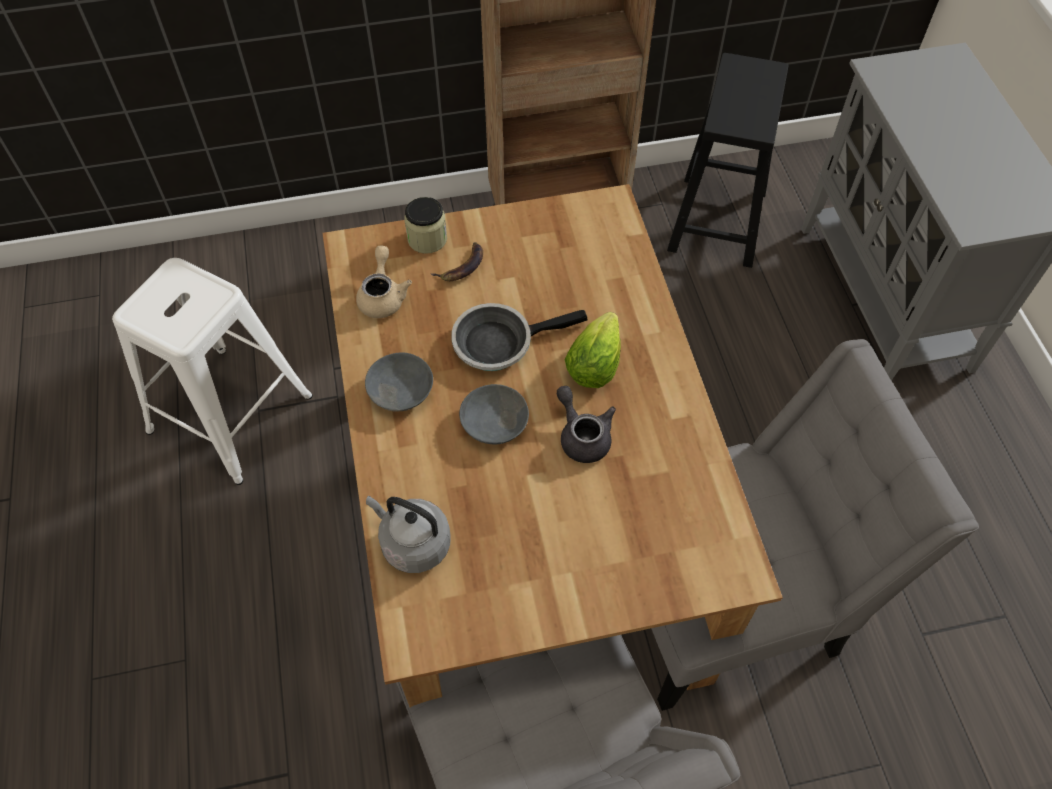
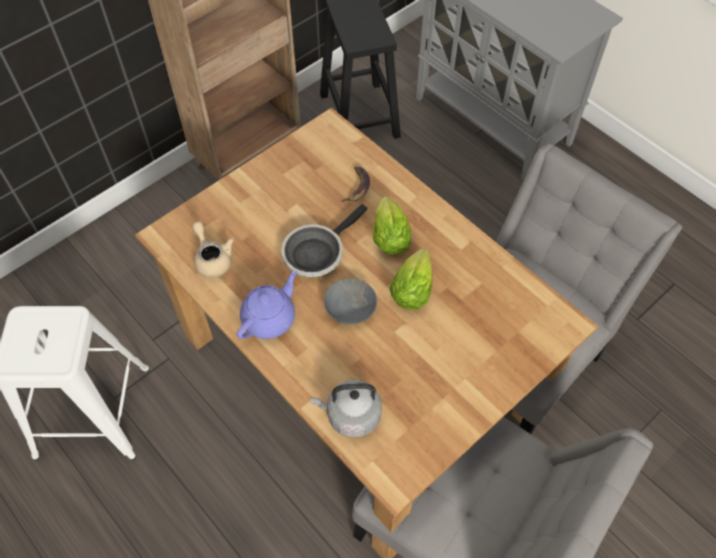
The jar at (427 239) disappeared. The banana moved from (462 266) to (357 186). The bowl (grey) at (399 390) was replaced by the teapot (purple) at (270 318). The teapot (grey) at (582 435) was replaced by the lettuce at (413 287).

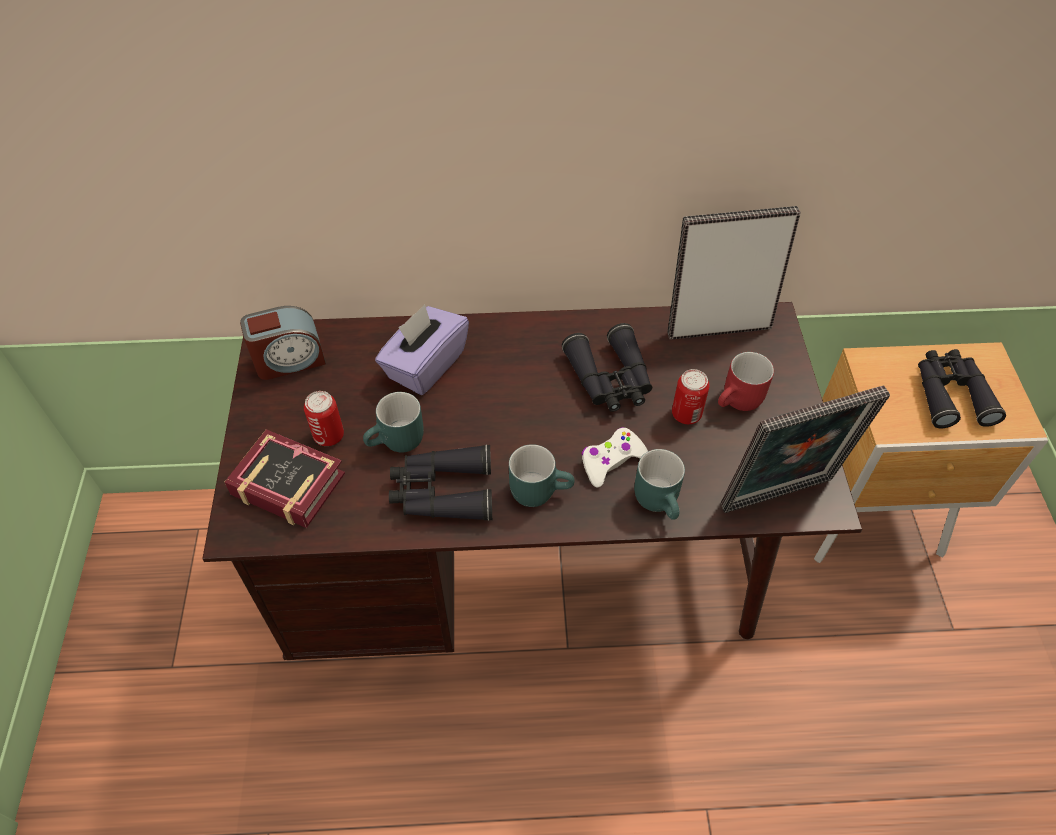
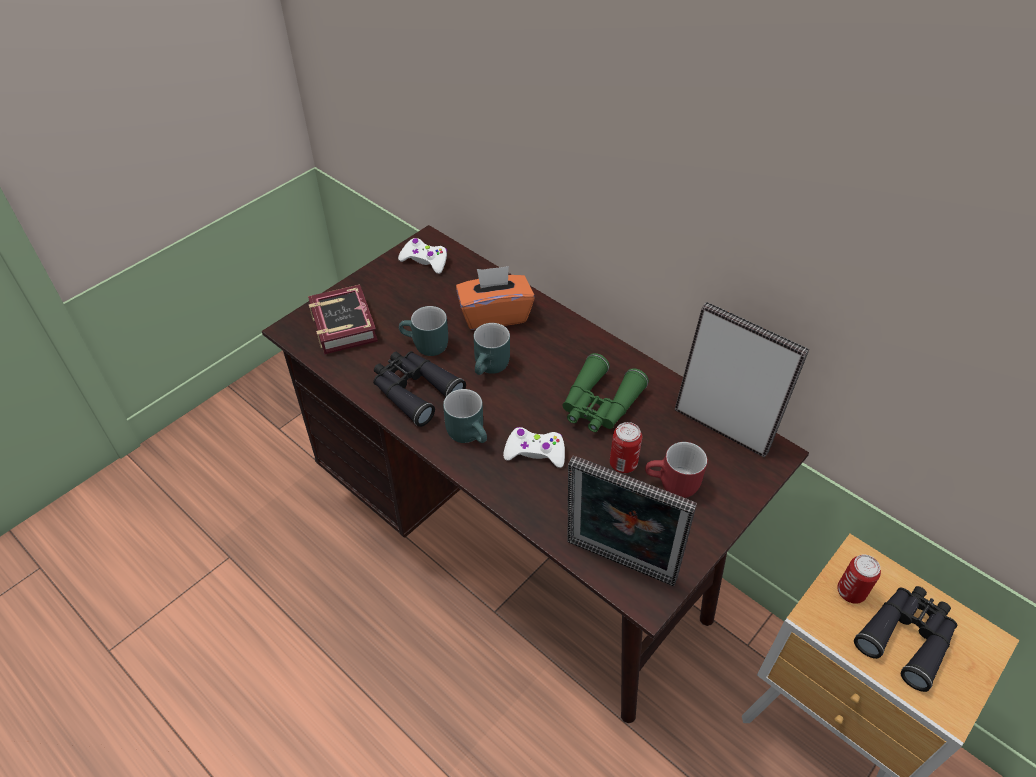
The can moved from (329 436) to (850 592). The mug (turquoise) moved from (661 500) to (492 367). The alarm clock at (289 360) was replaced by the game controller (white) at (425 260). The tissue box (purple) at (425 365) became the tissue box (orange) at (495 315). The binoculars (black) at (610 379) became the binoculars (green) at (599 404).

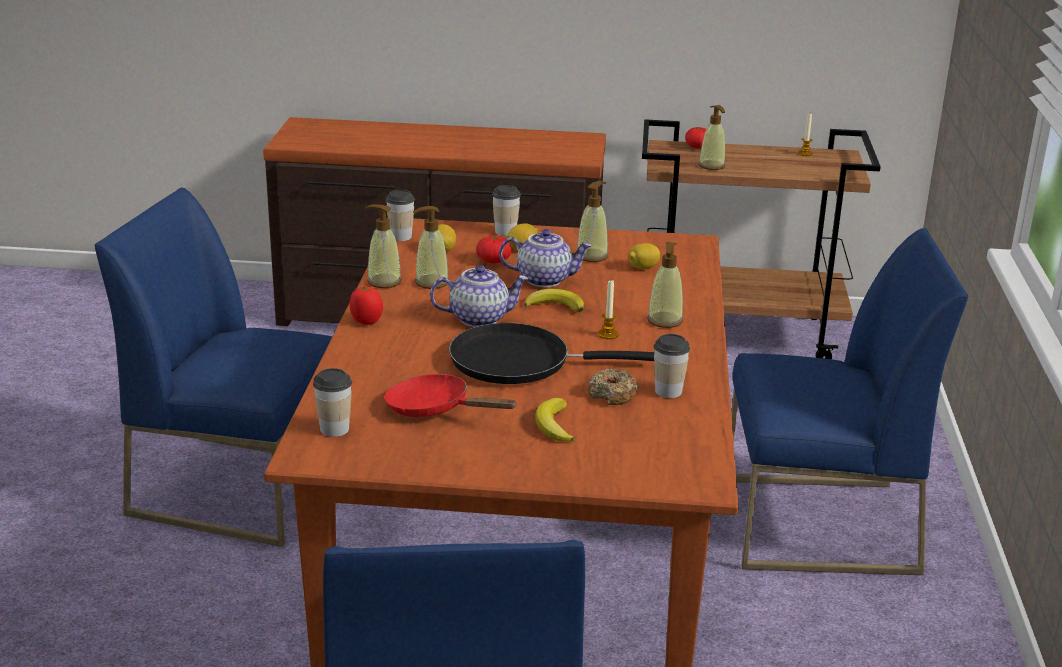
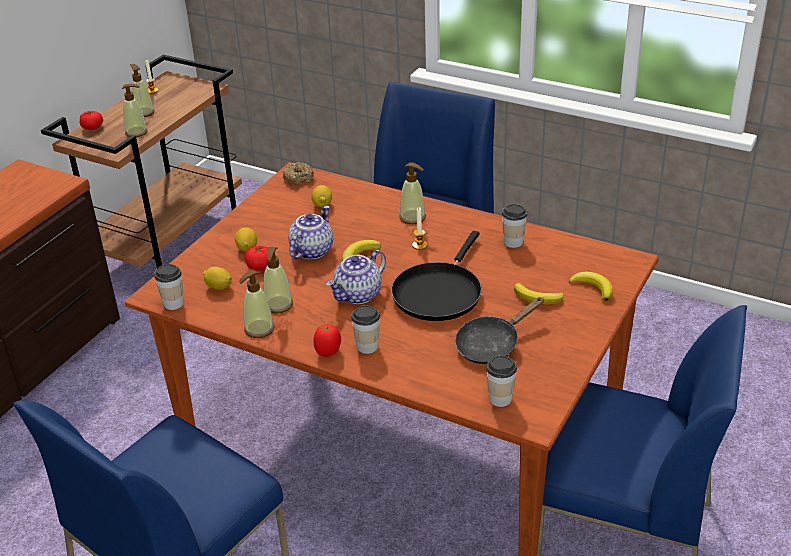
The banana at (593 288) appeared. The cup moved from (505 231) to (367 346). The soap dispenser moved from (592 256) to (143 113). The donut moved from (612 394) to (298 178). The frying pan (red) at (435 409) became the frying pan (black) at (492 345). The teapot at (479 318) turned 150 degrees counterclockwise.

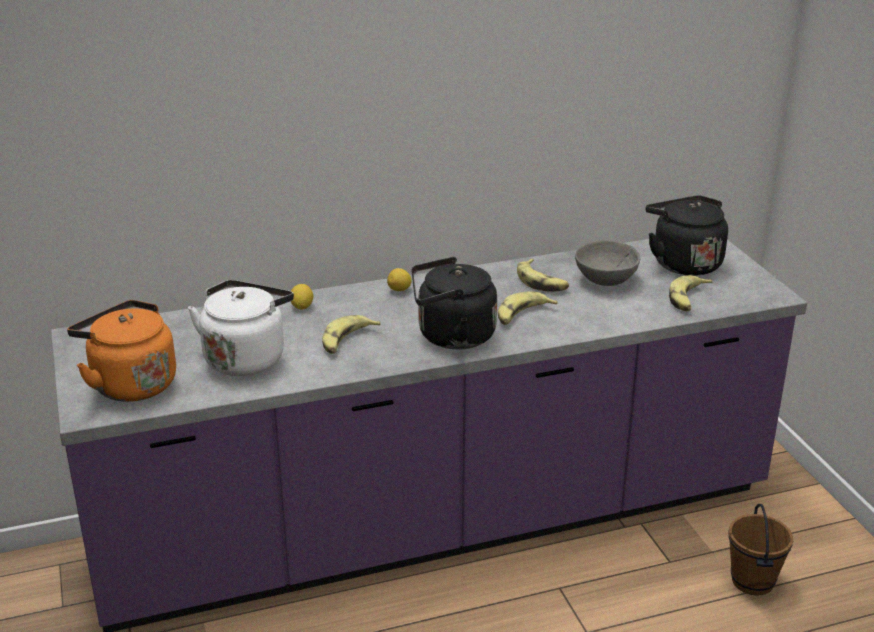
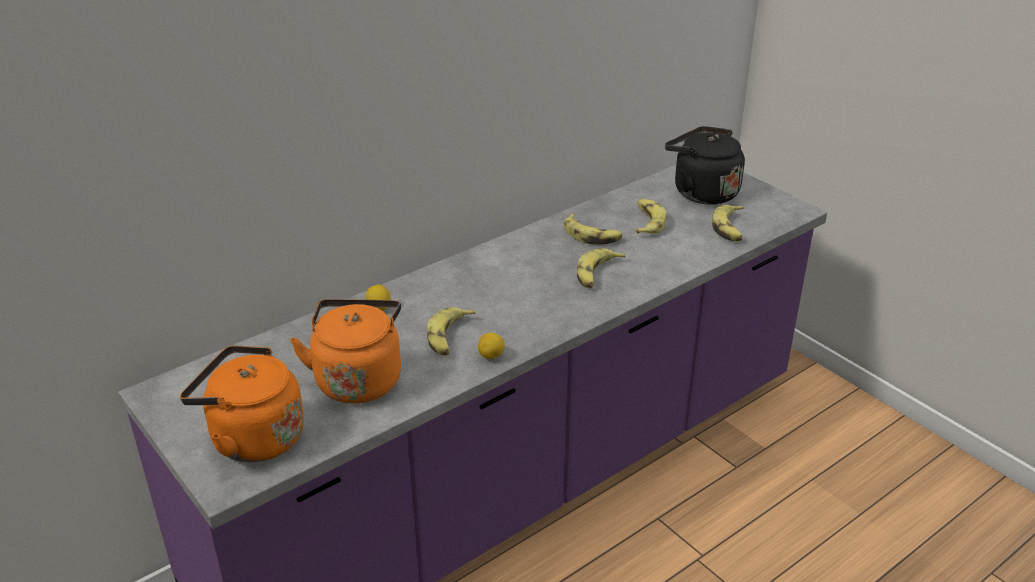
The kettle (black) at (451 336) disappeared. The bucket (brown) at (753 581) disappeared. The lemon moved from (399 290) to (491 356). The bowl (grey) at (606 280) was replaced by the banana at (647 222). The kettle (white) at (246 358) became the kettle (orange) at (358 378).

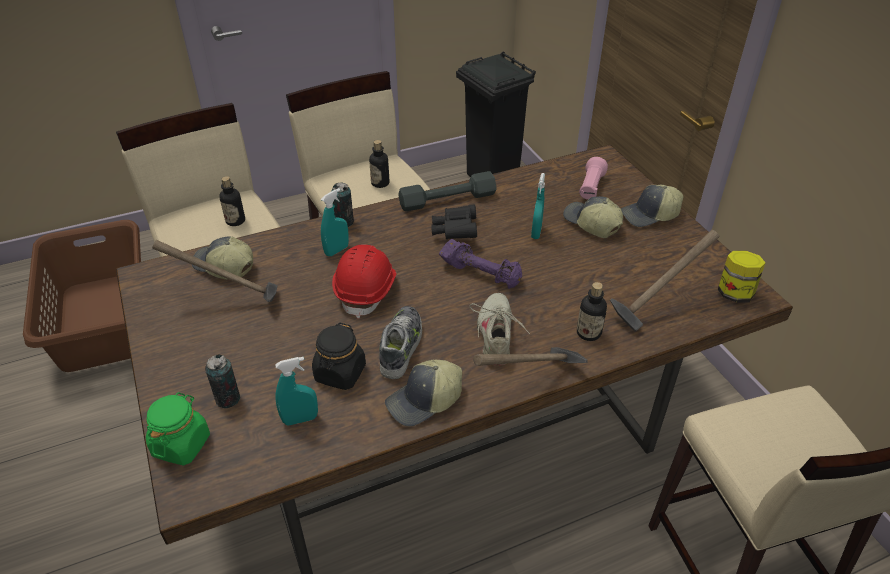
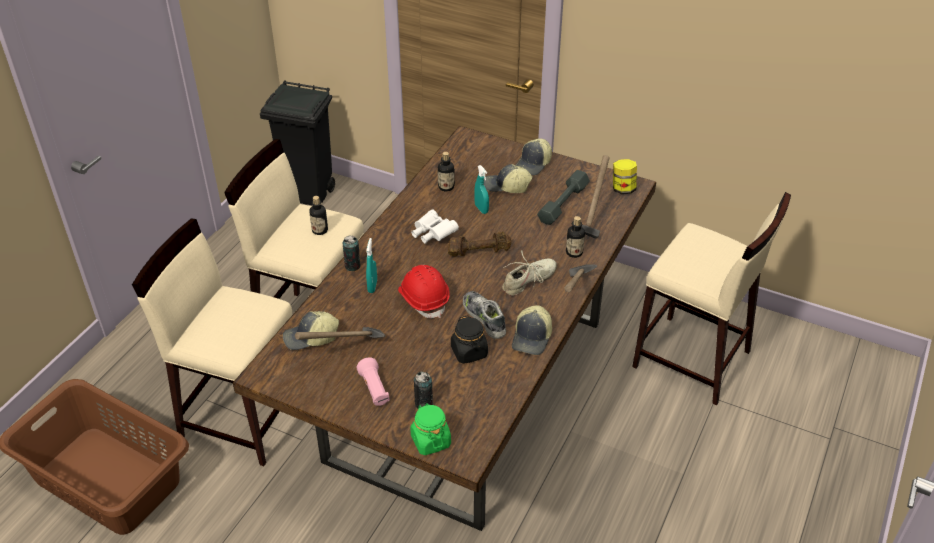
The spray bottle (turquoise) at (300 419) disappeared. The bottle moved from (235 221) to (446 187). The dumbbell (grey) moved from (447 200) to (563 203). The flashlight (pink) moved from (590 188) to (374 389). The binoculars (black) at (455 232) became the binoculars (white) at (432 234). The dumbbell (purple) at (481 273) became the dumbbell (brown) at (479 251). The shoe (beige) at (497 335) turned 90 degrees clockwise.

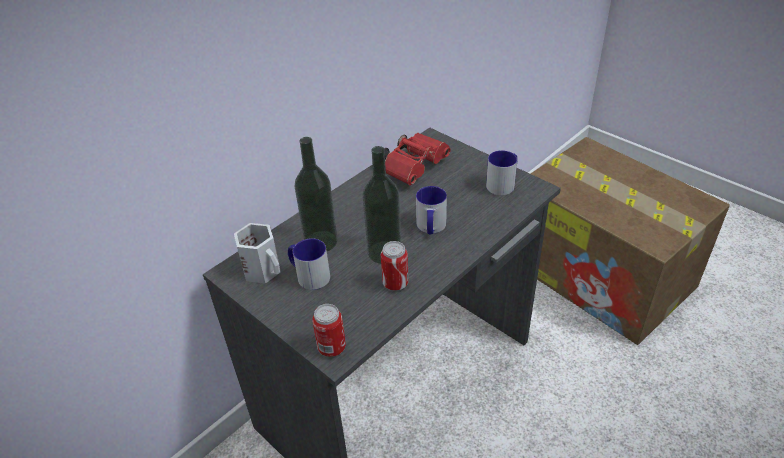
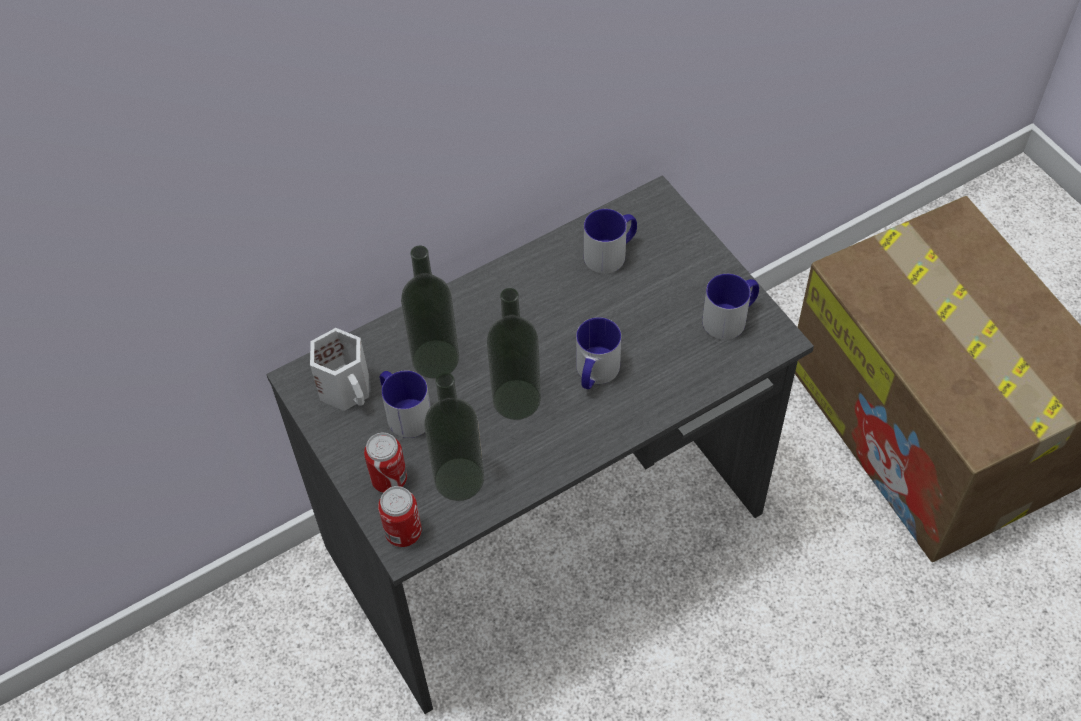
The bottle at (459 479) appeared. The can moved from (395 283) to (389 479). The binoculars (red) at (415 167) was replaced by the mug at (611 253).

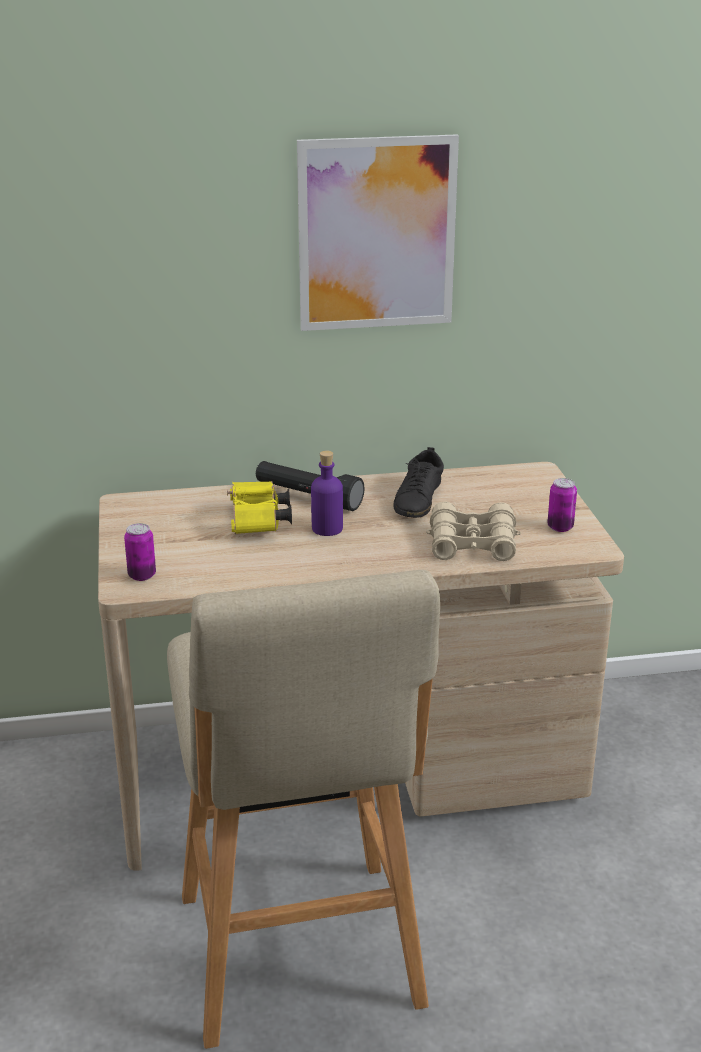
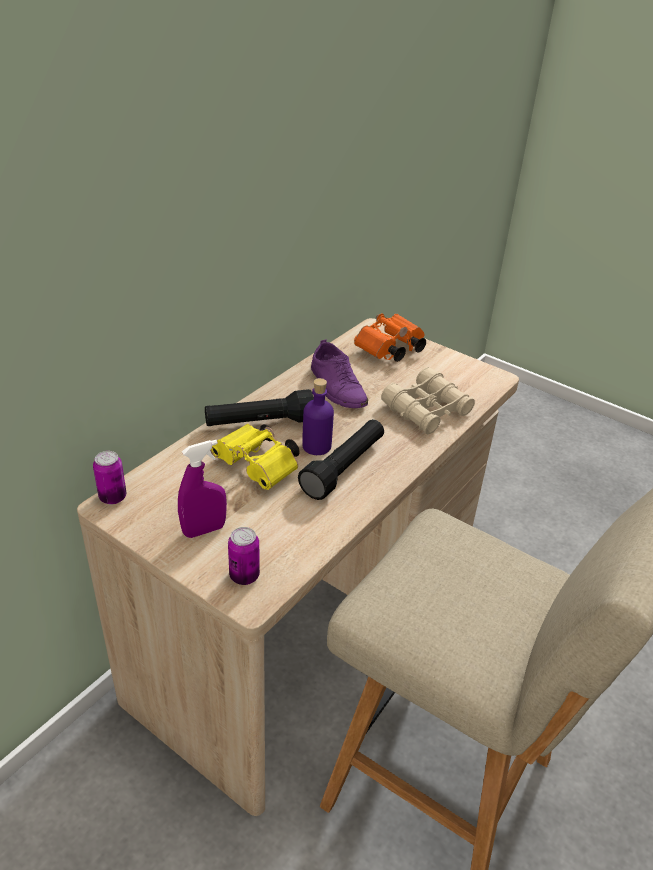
The picture at (377 234) disappeared. The spray bottle (purple) at (204 530) appeared. The flashlight (black) at (344 468) appeared. The binoculars (orange) at (389 350) appeared. The can moved from (560 527) to (113 497). The shoe (black) at (418 499) became the shoe (purple) at (337 387).

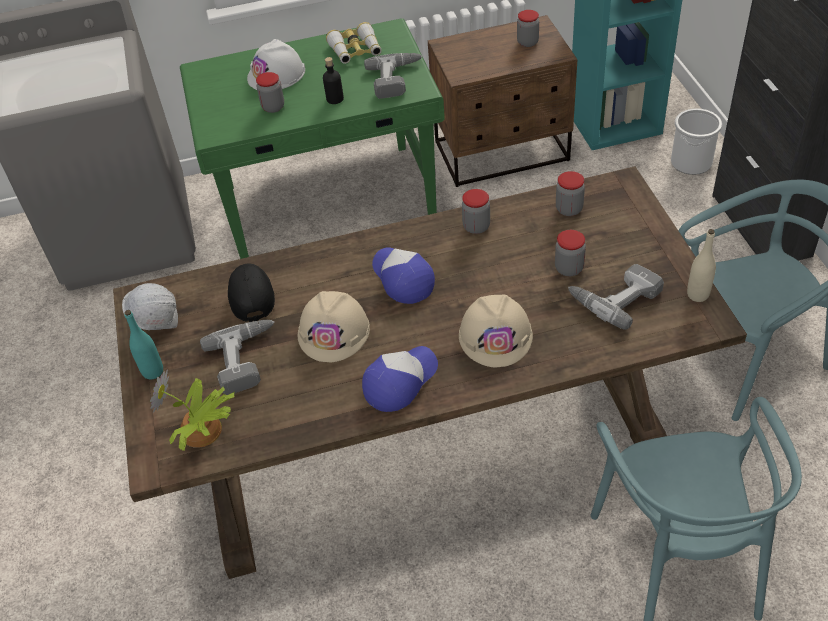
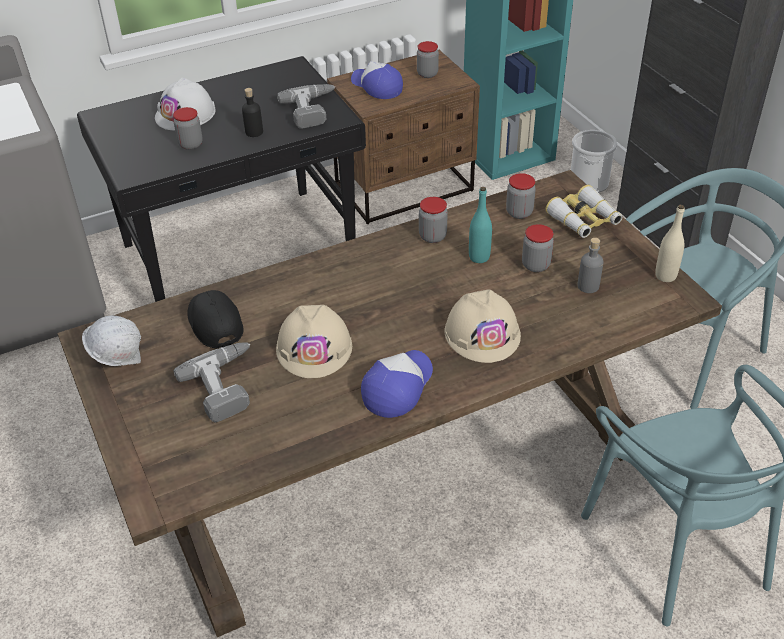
The potted plant at (202 432) disappeared. The bottle (turquoise) moved from (153 371) to (479 257). The binoculars moved from (355 51) to (584 220). The cap moved from (402 278) to (376 86). The power drill at (615 297) was replaced by the bottle (grey) at (588 286). The desk (green) at (330 206) became the desk (black) at (241 253).

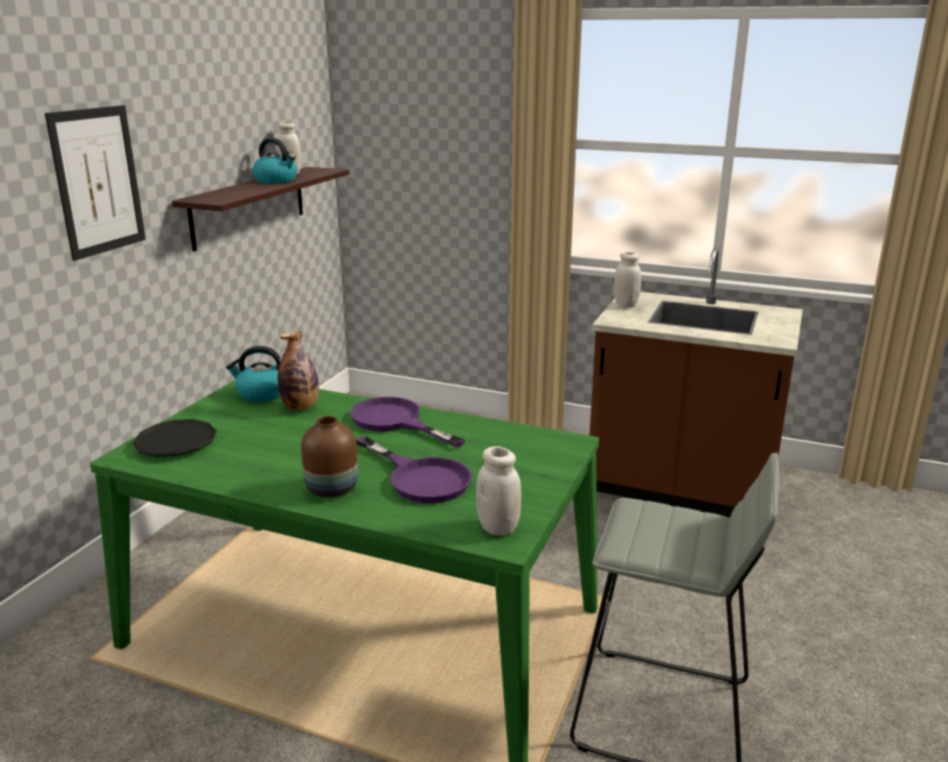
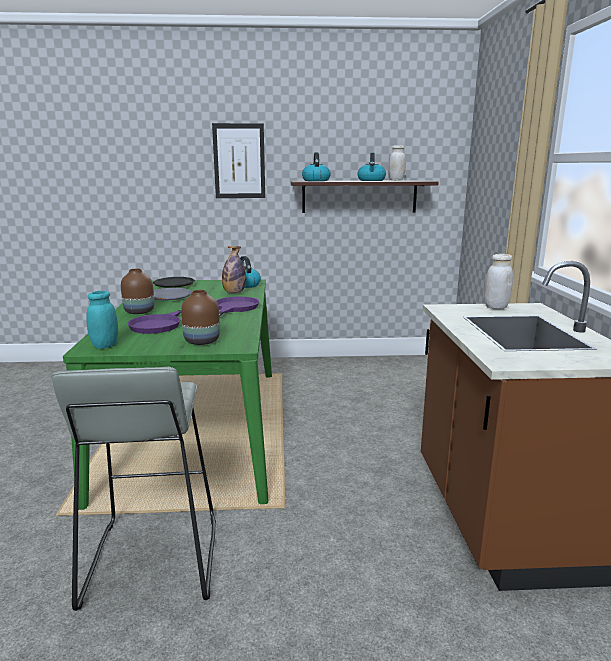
The plate (grey) at (169 297) appeared. The vase (brown) at (201 341) appeared. The kettle at (316 180) appeared. The jar (white) at (498 527) became the jar (turquoise) at (105 345).

